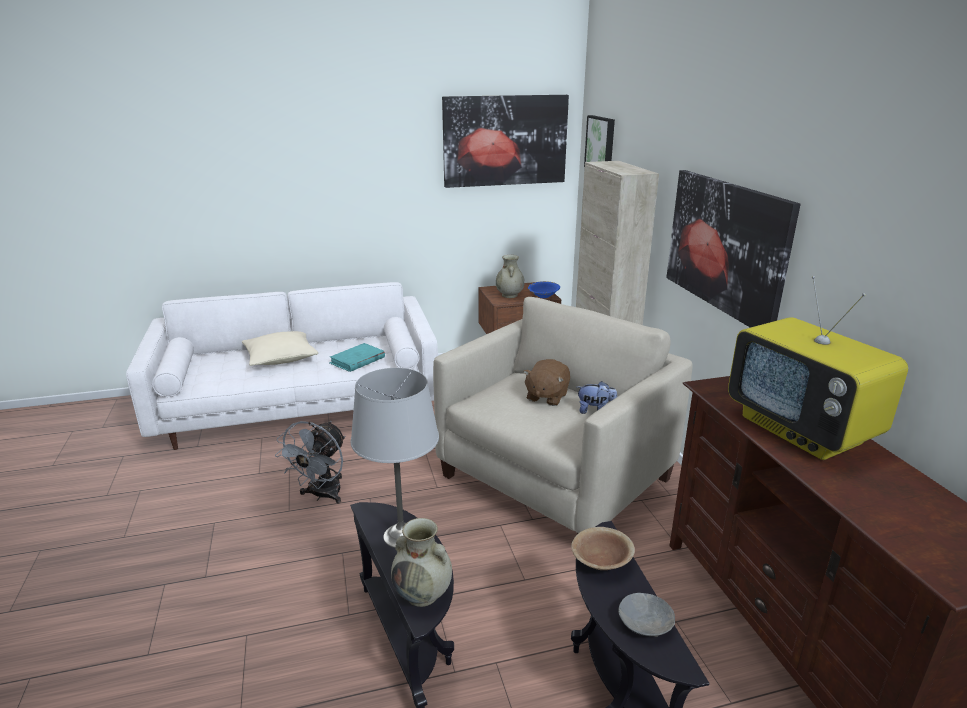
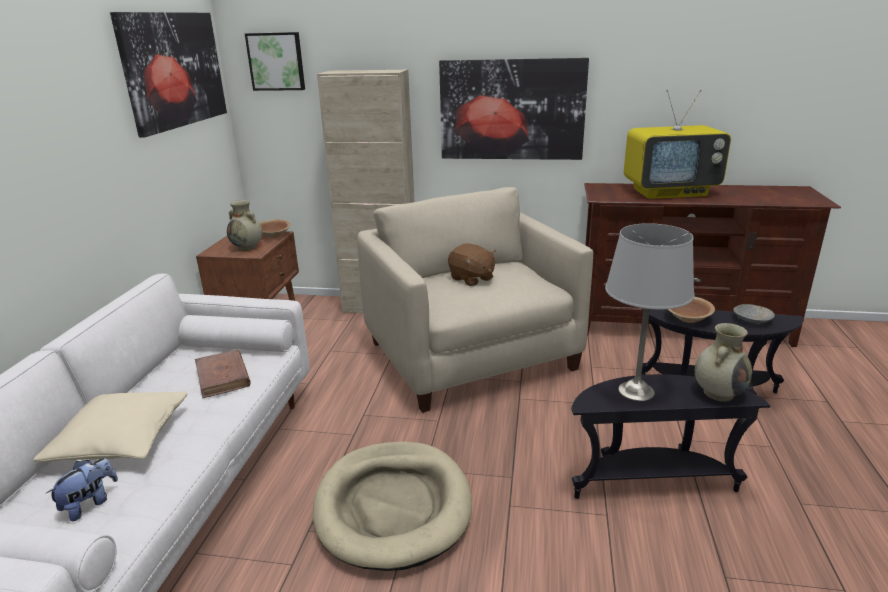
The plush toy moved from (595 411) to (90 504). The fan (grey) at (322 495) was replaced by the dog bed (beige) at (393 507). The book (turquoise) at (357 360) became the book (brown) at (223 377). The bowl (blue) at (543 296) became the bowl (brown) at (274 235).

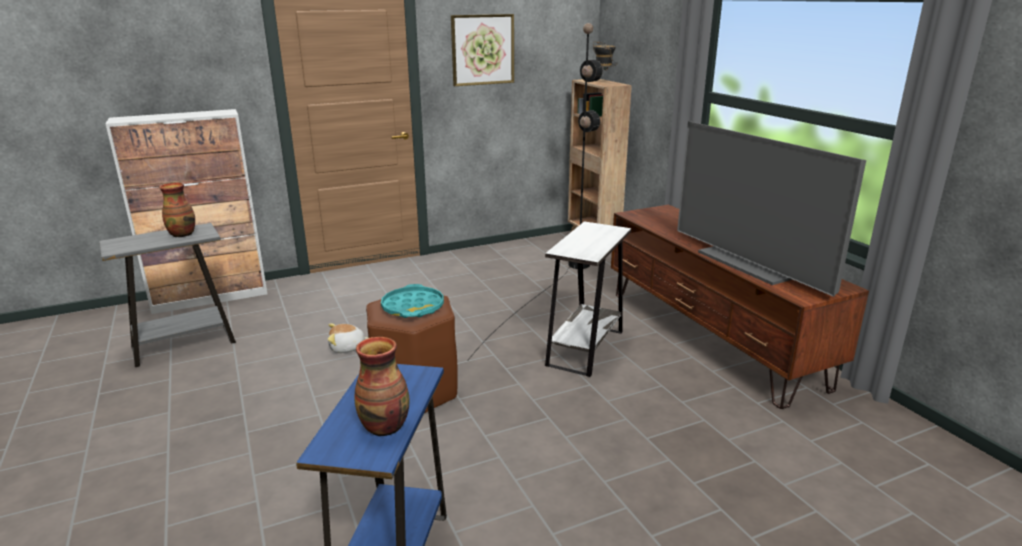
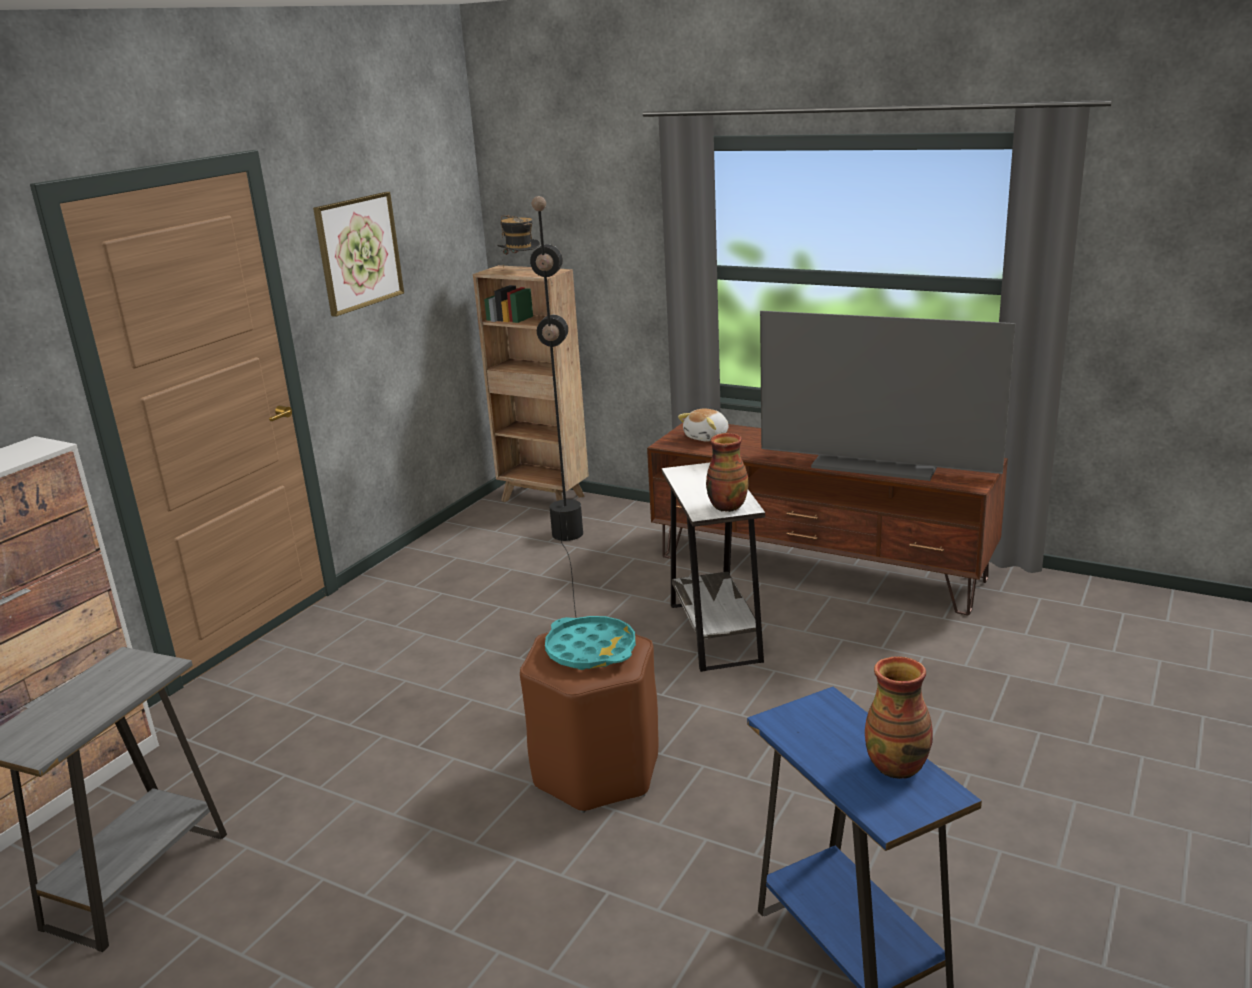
The vase moved from (182 234) to (726 506). The plush toy moved from (347 348) to (707 437).

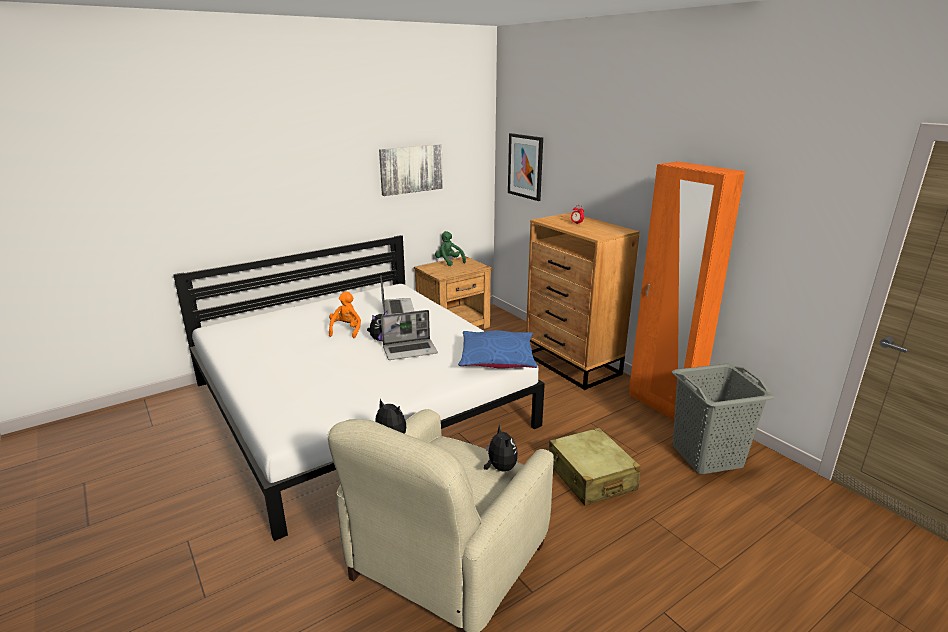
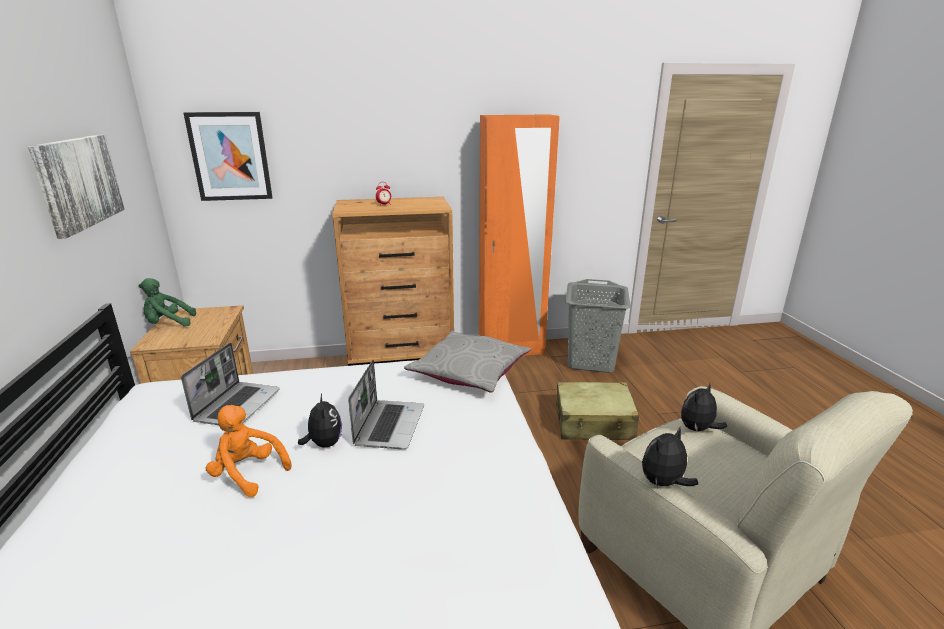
The pillow (blue) at (497 358) became the pillow (grey) at (469 371). The laptop at (397 308) turned 90 degrees clockwise. The plush toy at (500 468) turned 45 degrees counterclockwise.

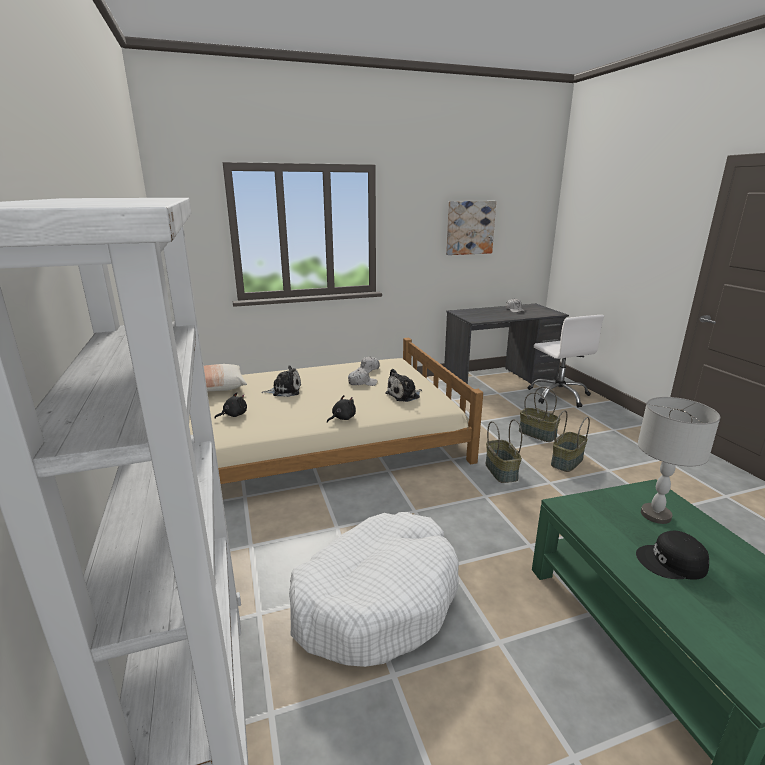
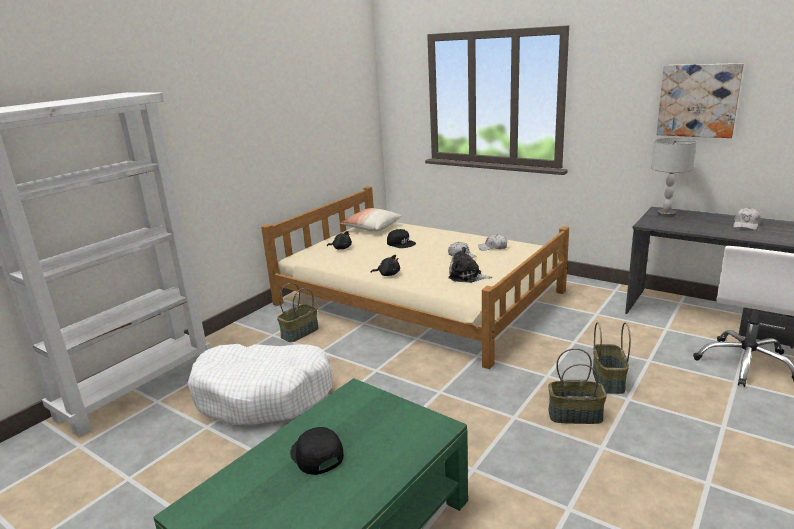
The basket moved from (502 471) to (300 333). The table lamp (grey) moved from (655 515) to (666 214). The plush toy at (285 390) was replaced by the cap (black) at (401 243).

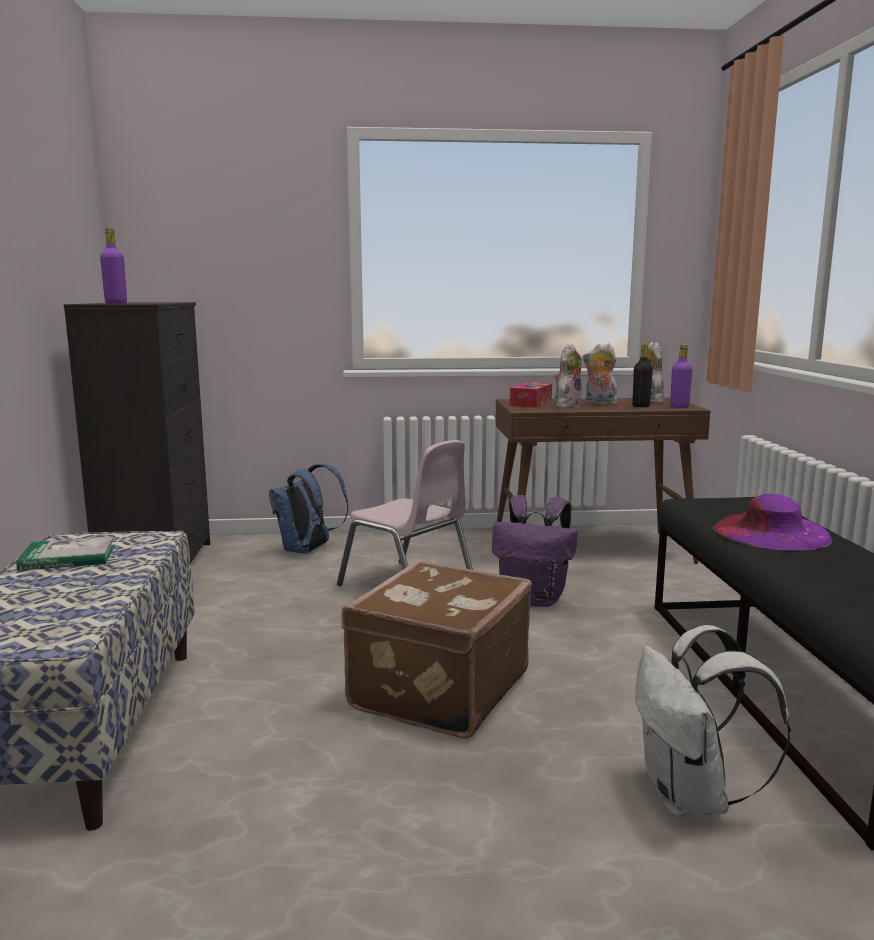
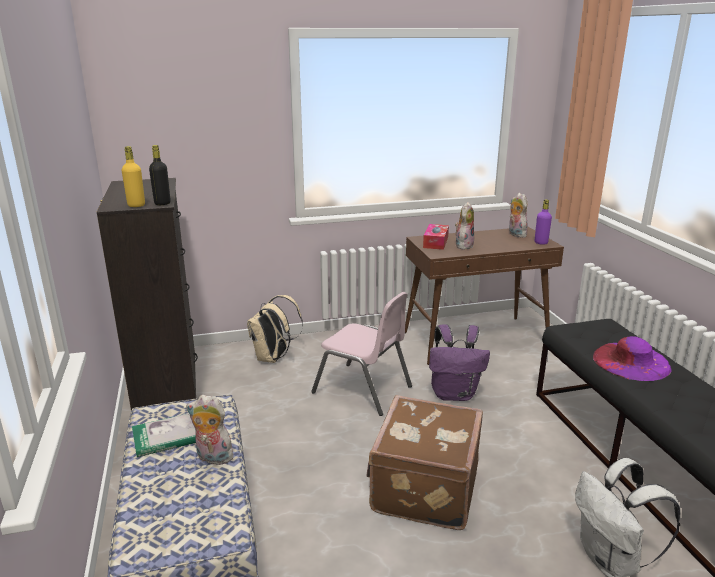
The plush toy moved from (599 404) to (212 458). The bottle (black) moved from (641 406) to (162 203). The bottle (purple) at (116 303) became the bottle (yellow) at (136 205). The backpack (blue) at (307 550) became the backpack (beige) at (273 358).

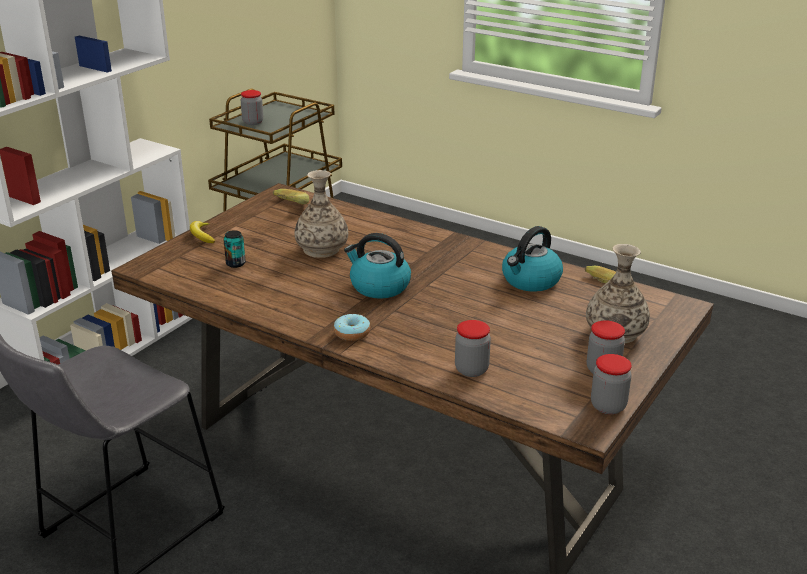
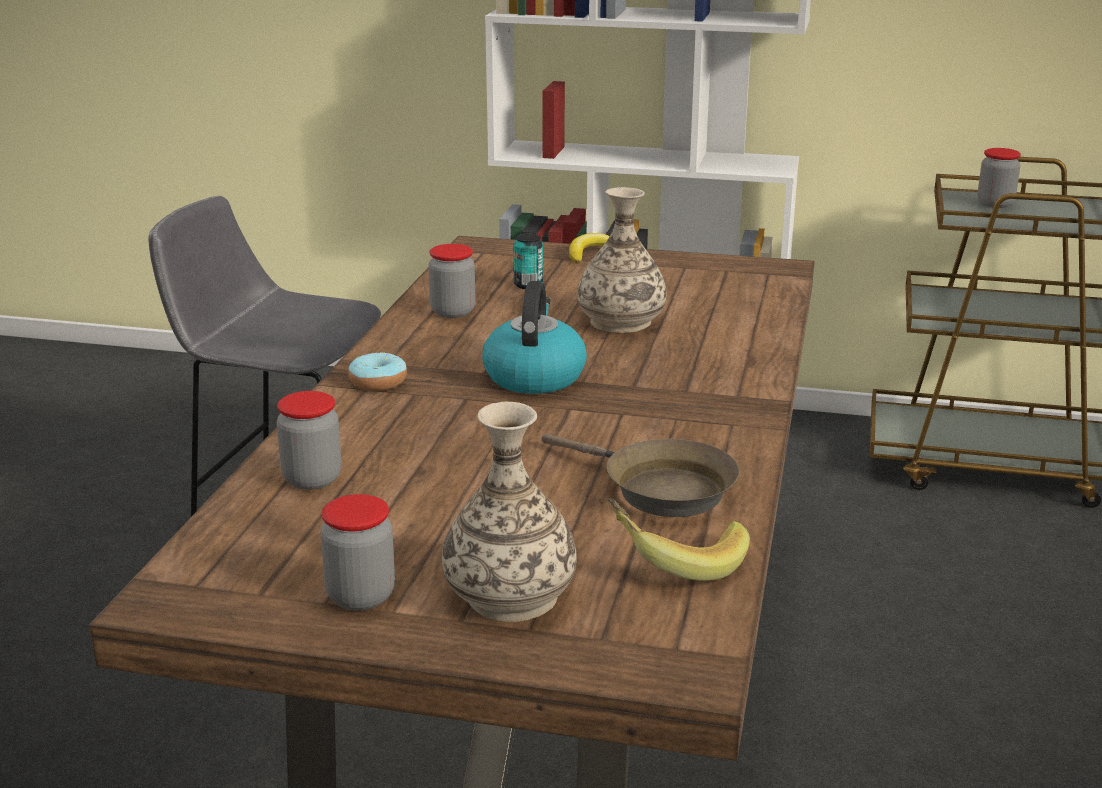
The banana at (285 208) disappeared. The jar moved from (608 406) to (453 312). The kettle at (530 280) was replaced by the frying pan (brown) at (659 489).

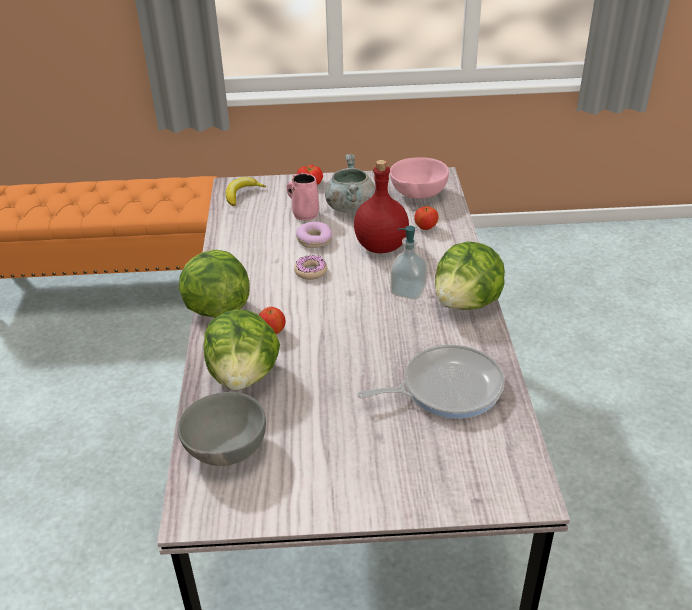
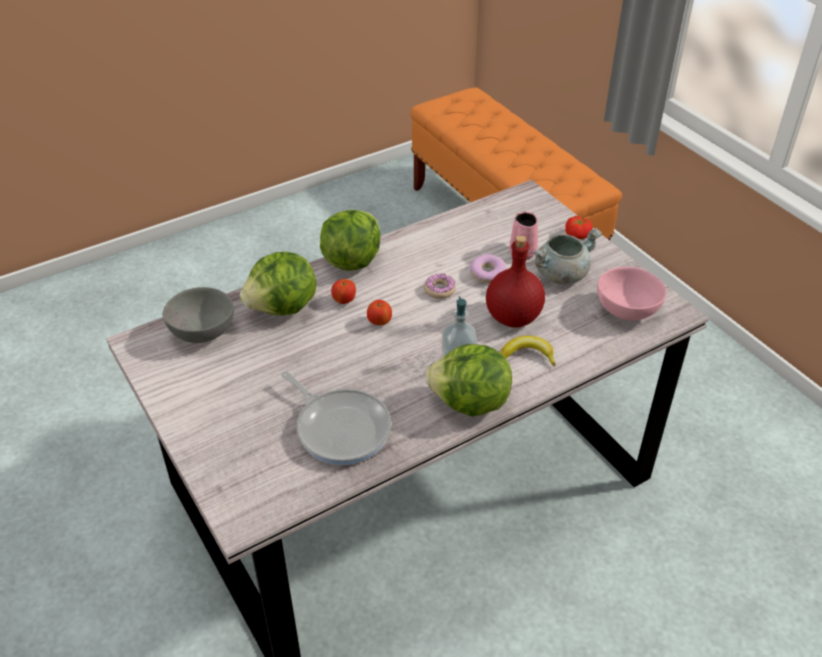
The banana moved from (242 194) to (527 355). The apple moved from (426 228) to (379 322).

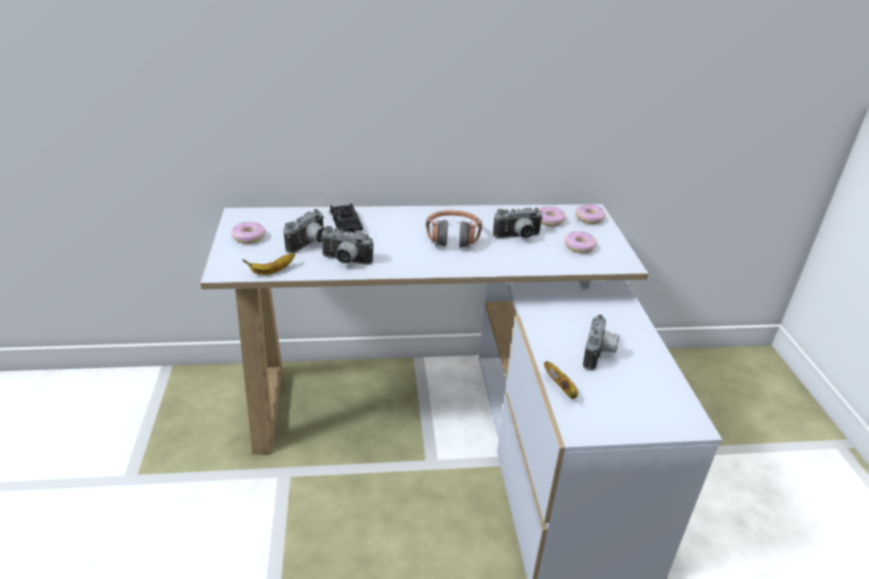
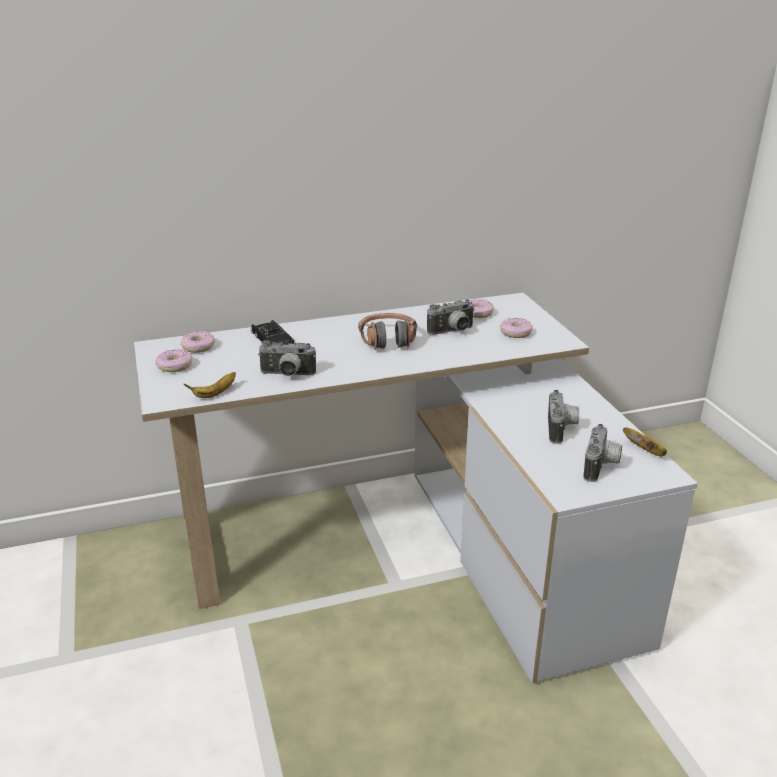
The photo camera moved from (310 245) to (601 467). The banana moved from (561 388) to (645 450). The donut moved from (589 218) to (198 347).

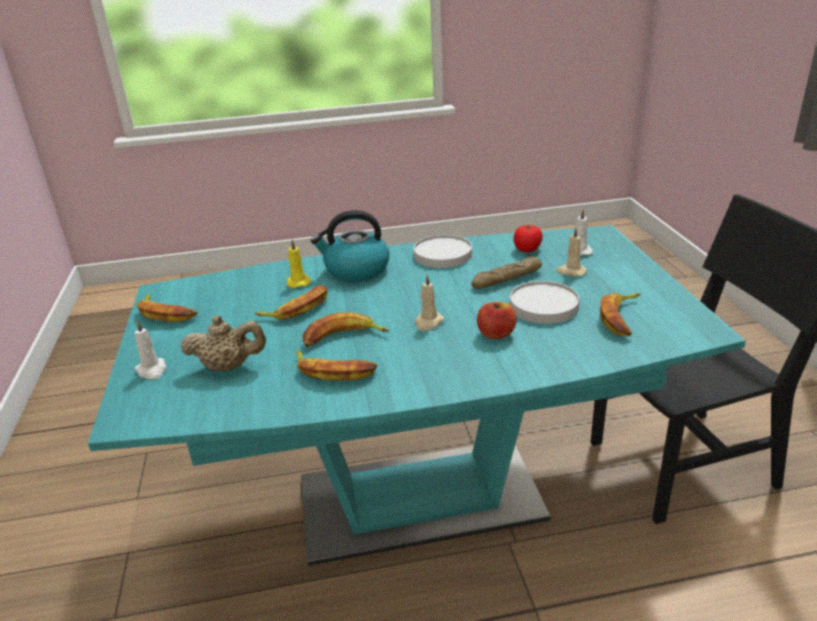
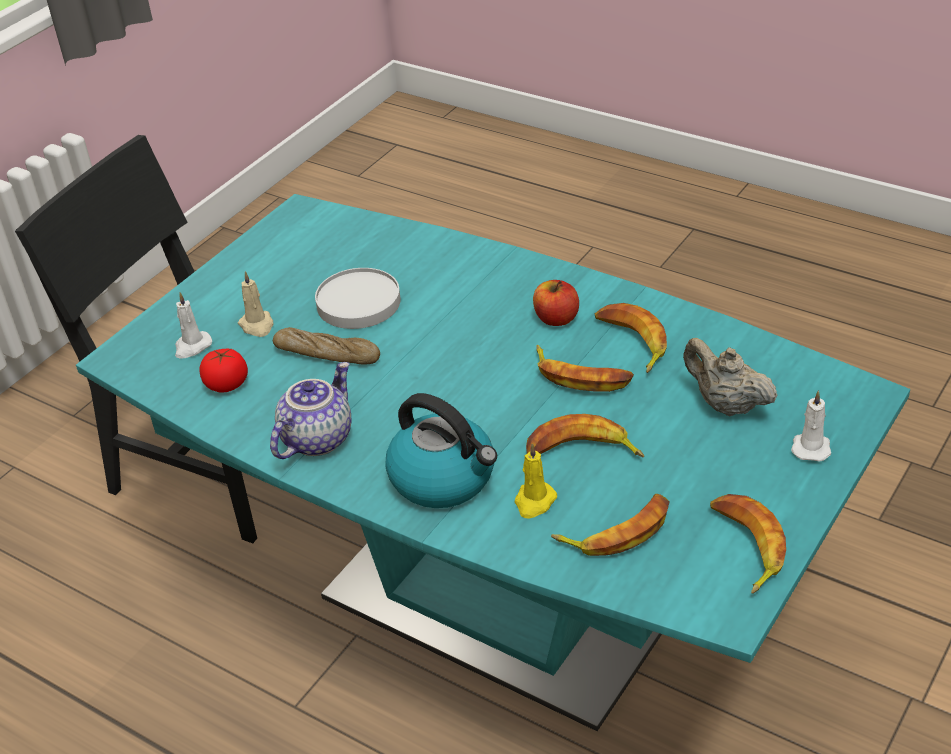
The candle (beige) at (428 323) disappeared. The apple moved from (496 334) to (556 319). The banana moved from (622 318) to (618 531). The plate (white) at (443 254) was replaced by the teapot at (316 438).

